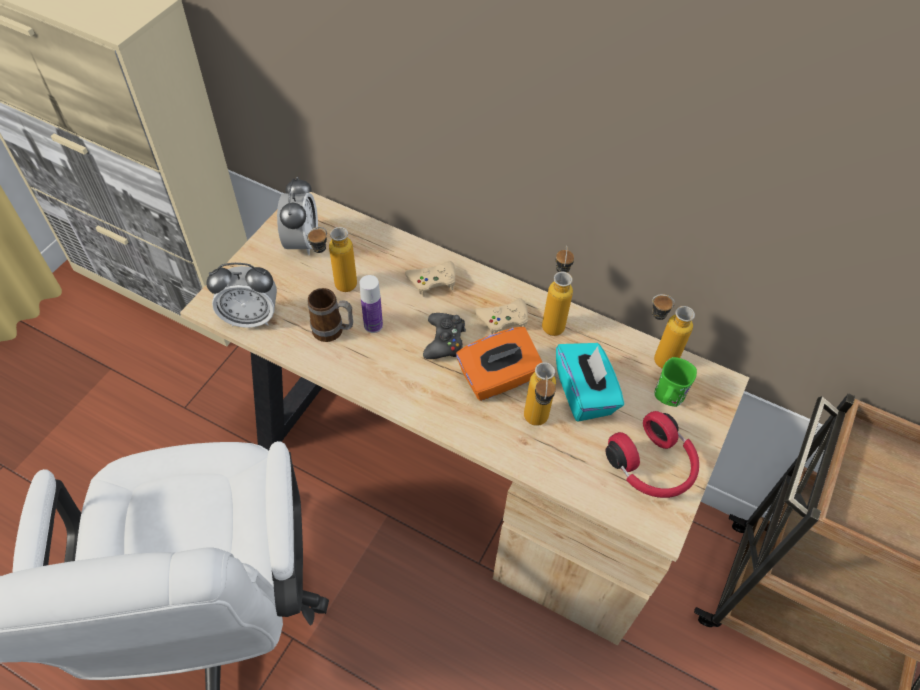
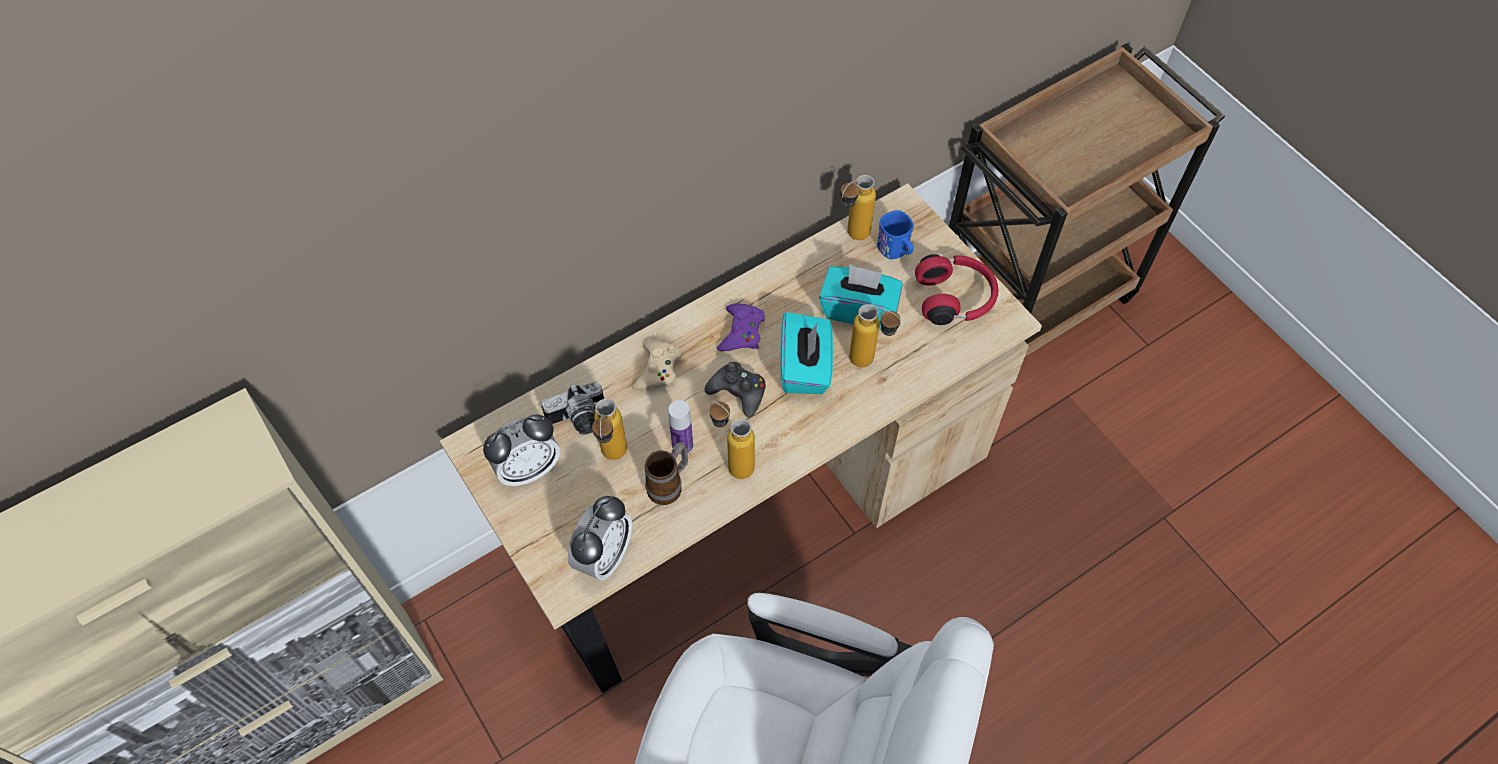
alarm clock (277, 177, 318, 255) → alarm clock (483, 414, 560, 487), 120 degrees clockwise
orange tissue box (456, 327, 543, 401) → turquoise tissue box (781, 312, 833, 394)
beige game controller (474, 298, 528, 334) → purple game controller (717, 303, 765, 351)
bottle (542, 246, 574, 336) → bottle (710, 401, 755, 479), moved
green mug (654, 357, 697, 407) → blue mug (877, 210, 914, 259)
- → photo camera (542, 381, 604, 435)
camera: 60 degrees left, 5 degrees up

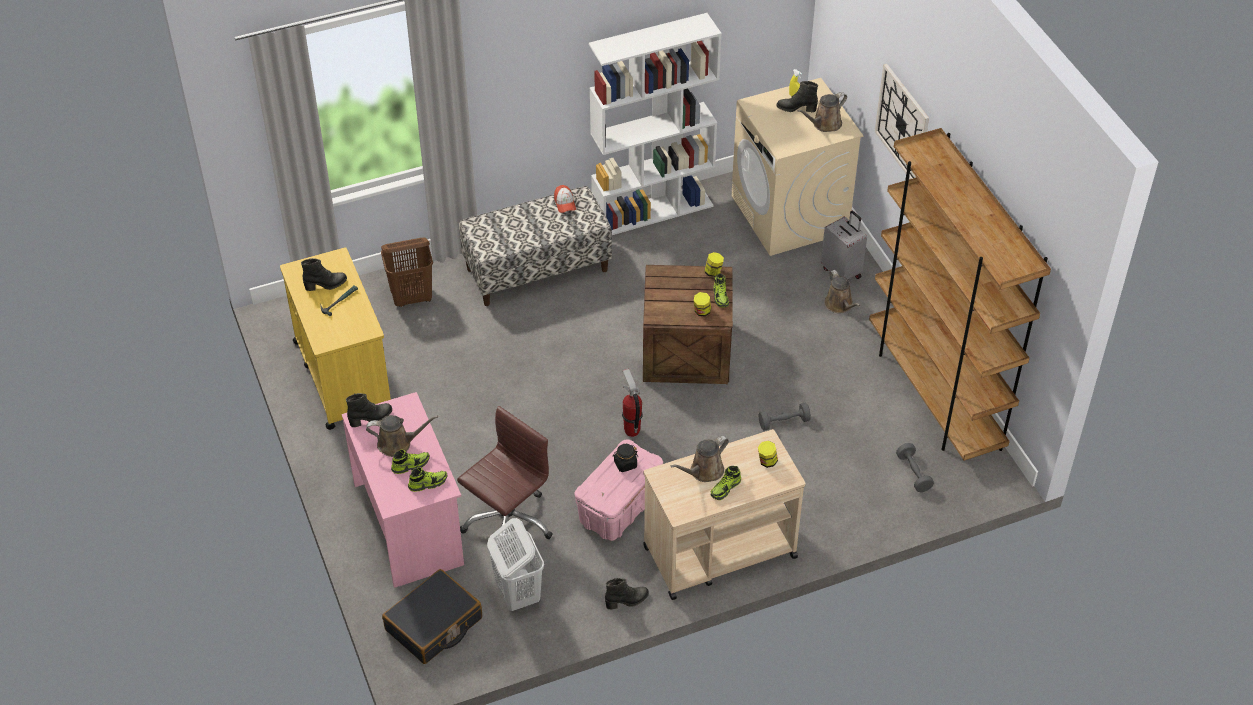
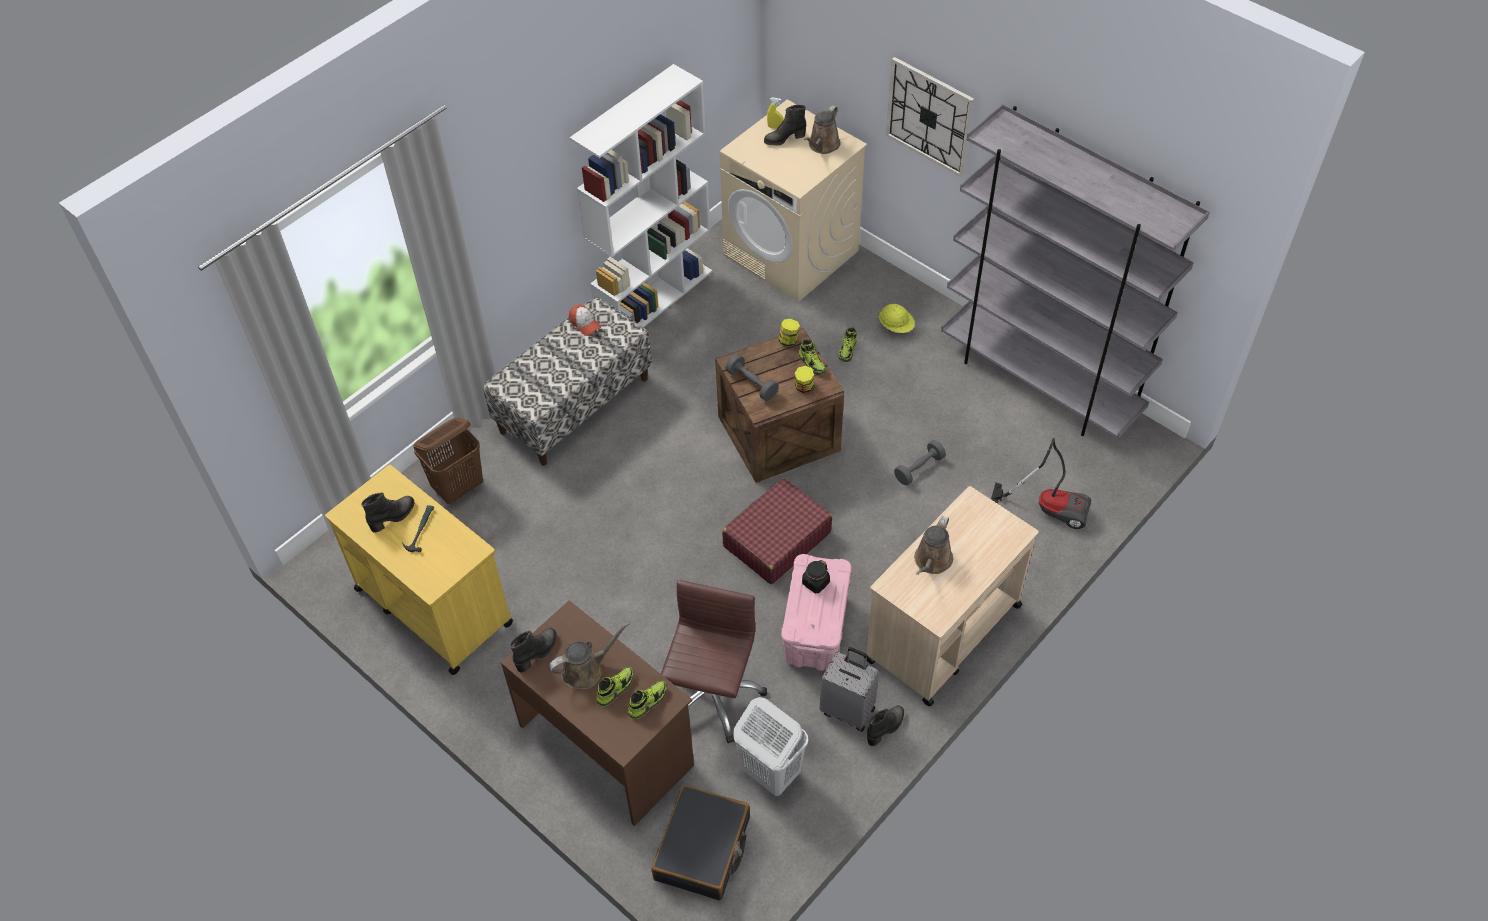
pink desk (342, 392, 464, 588) → brown desk (500, 600, 694, 826)
fire extinguisher (622, 368, 643, 437) → red suitcase (722, 478, 832, 584)
shoe (711, 466, 741, 500) → shoe (839, 327, 857, 362), moved
jar (758, 441, 778, 468) → -
grey suitcase (821, 211, 867, 280) → grey suitcase (820, 647, 879, 732), moved
brown watering can (824, 270, 860, 313) → yellow hard hat (879, 304, 915, 333)
brown bookcase (869, 128, 1051, 461) → grey bookcase (941, 104, 1210, 439)
grey dumbbell (896, 443, 934, 492) → grey dumbbell (726, 354, 779, 401), moved
- → vacuum cleaner (991, 438, 1091, 529)
camera: 25 degrees left, 5 degrees up

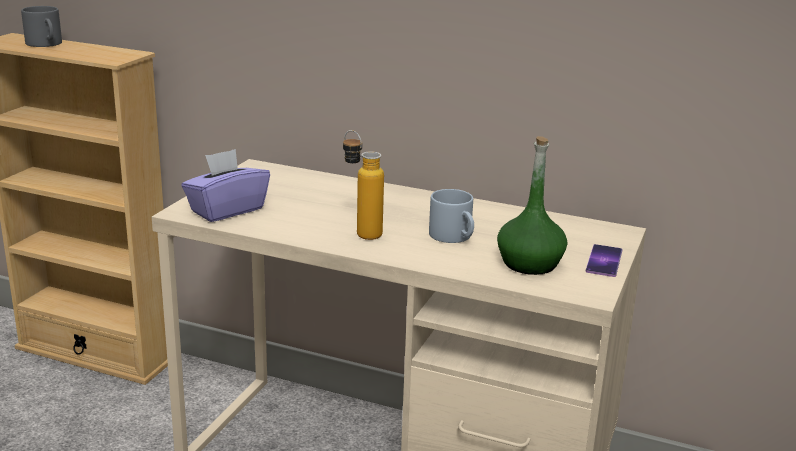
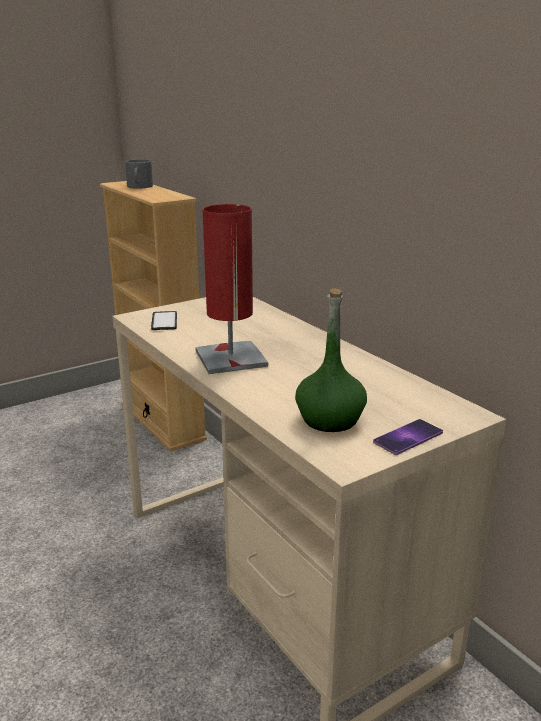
purple tissue box (182, 149, 270, 222) → phone (151, 311, 177, 330)
bottle (343, 130, 384, 240) → red table lamp (195, 204, 268, 374)
grey mug (429, 189, 474, 243) → -
camera: 35 degrees right, 0 degrees up

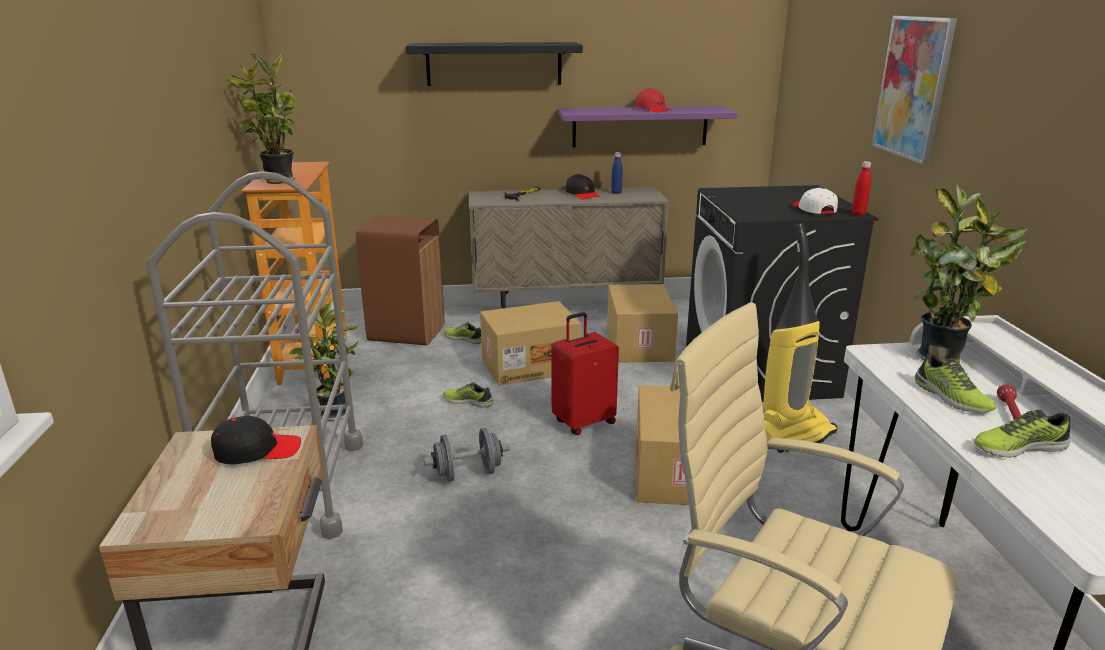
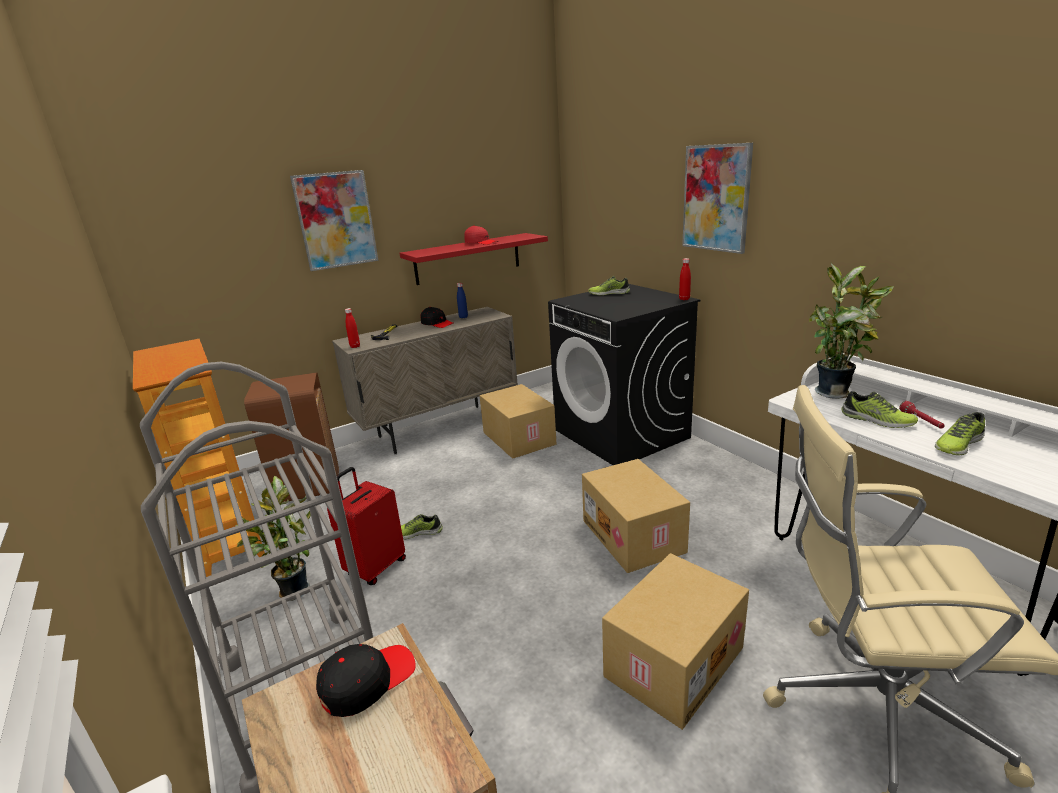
potted plant (227, 54, 297, 184) → -
black shelf (406, 42, 583, 86) → picture (290, 170, 379, 271)
grey dumbbell (424, 428, 509, 482) → -
shoe (444, 322, 481, 344) → shoe (588, 276, 630, 296), moved
cardboard box (480, 301, 581, 386) → cardboard box (602, 553, 749, 730), moved
red suitcase (552, 312, 619, 435) → red suitcase (327, 467, 406, 585), moved
purple shelf (558, 106, 738, 148) → red shelf (400, 233, 548, 285)
vacuum cleaner (763, 223, 837, 453) → -
white cap (792, 188, 838, 214) → -
- → red bottle (345, 308, 360, 348)
camera: 25 degrees left, 0 degrees up

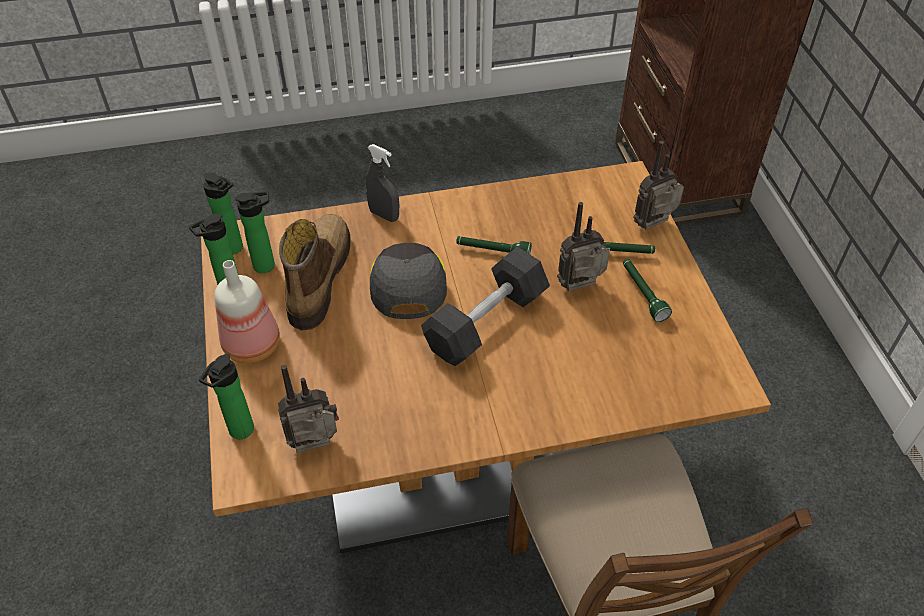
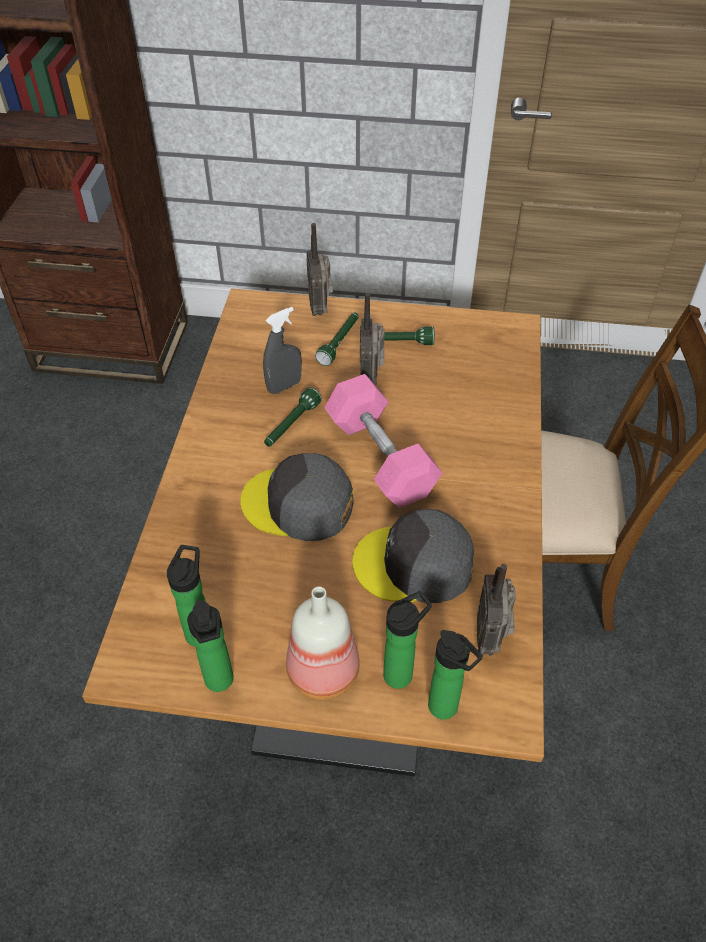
bottle (203, 173, 243, 255) → bottle (383, 591, 432, 689), moved
boot (279, 214, 351, 330) → -
grey spray bottle (366, 144, 399, 222) → grey spray bottle (263, 307, 302, 394), moved
grey dumbbell (421, 246, 550, 366) → pink dumbbell (324, 374, 443, 508)
- → grey cap (352, 509, 474, 603)
camera: 70 degrees left, 0 degrees up

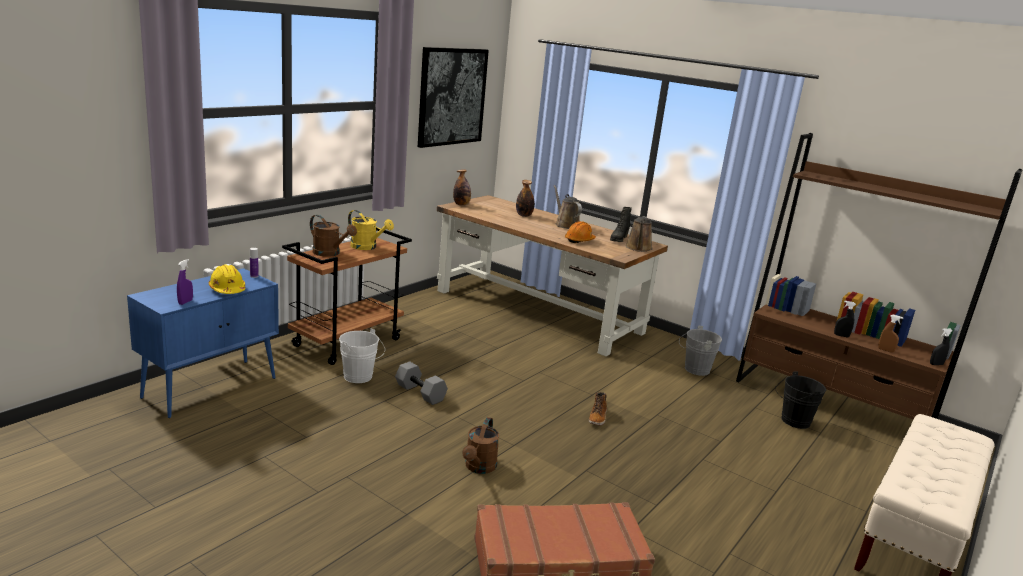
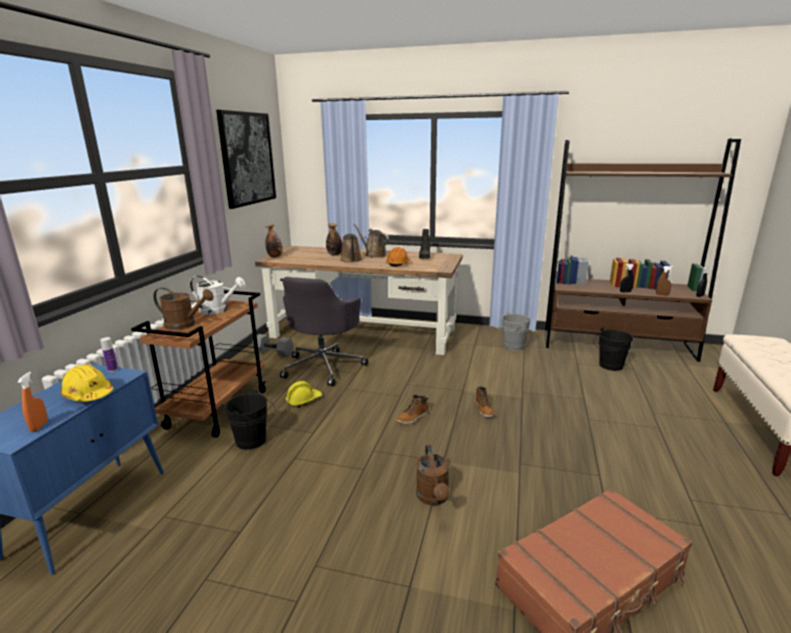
purple spray bottle (177, 259, 193, 305) → orange spray bottle (18, 372, 48, 432)
white bucket (339, 328, 385, 383) → black bucket (225, 389, 276, 450)
yellow watering can (348, 210, 394, 250) → white watering can (190, 276, 245, 315)
grey dumbbell (395, 361, 448, 405) → grey dumbbell (252, 334, 294, 357), moved
brown watering can (625, 216, 653, 252) → brown watering can (340, 234, 363, 263), moved
- → grey office chair (280, 277, 368, 386)
- → yellow hard hat (286, 381, 322, 408)
- → boot (396, 395, 429, 424)
camera: 20 degrees left, 0 degrees up

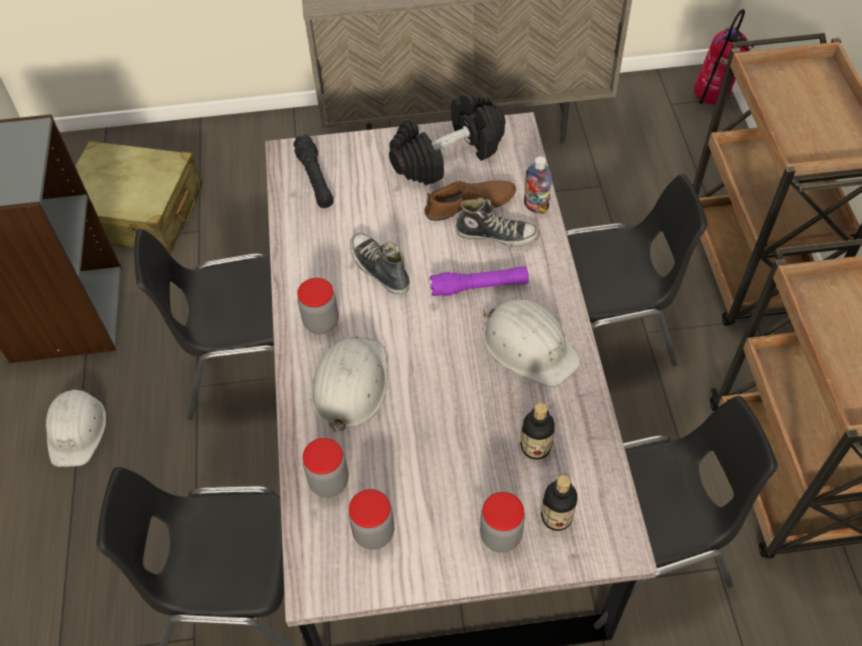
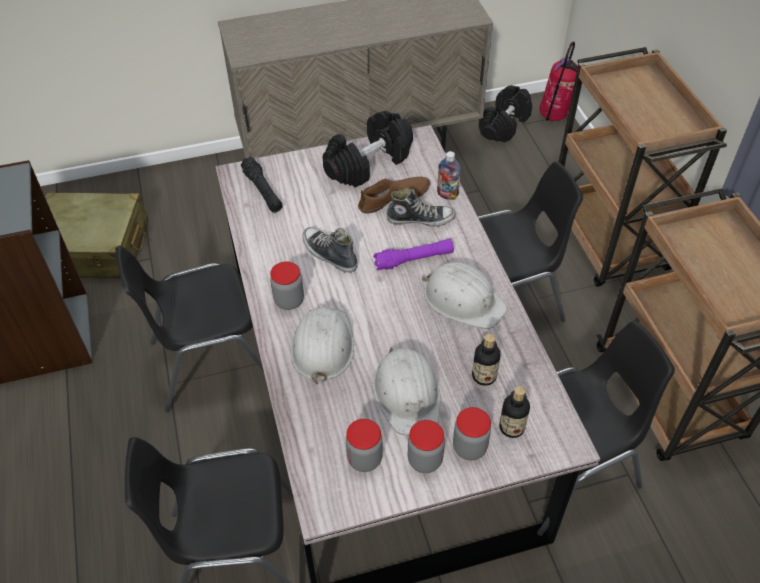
white hard hat (46, 386, 106, 467) → white hard hat (372, 347, 440, 435), moved
jar (303, 438, 348, 498) → jar (408, 420, 445, 473), moved
- → black dumbbell (479, 85, 532, 143)
camera: 10 degrees left, 5 degrees down

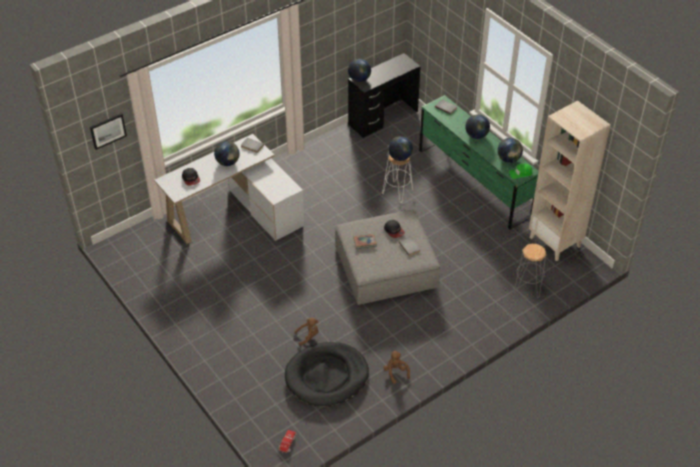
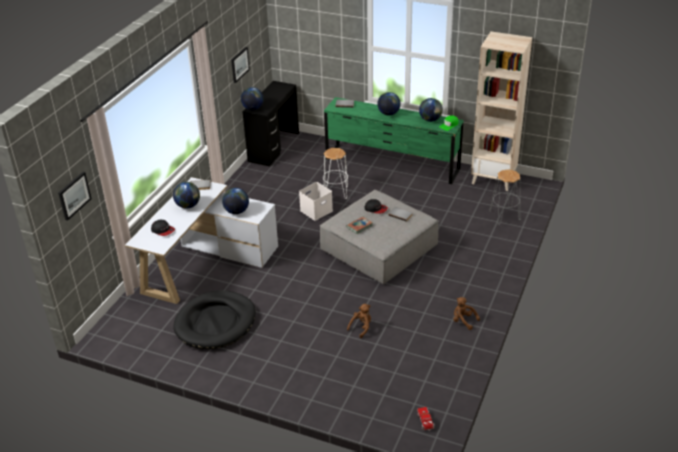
black dog bed (285, 342, 369, 407) → black dog bed (173, 290, 256, 349), moved
globe (388, 136, 413, 161) → globe (222, 188, 249, 214), moved
- → picture (231, 47, 250, 83)
- → white storage box (299, 182, 333, 221)
camera: 30 degrees left, 10 degrees down

